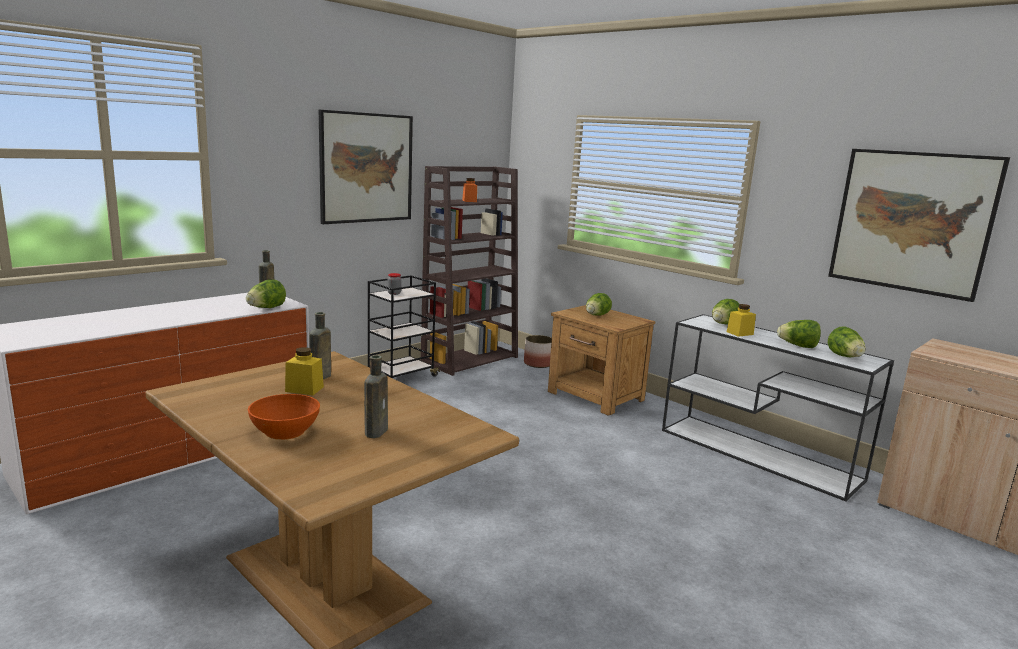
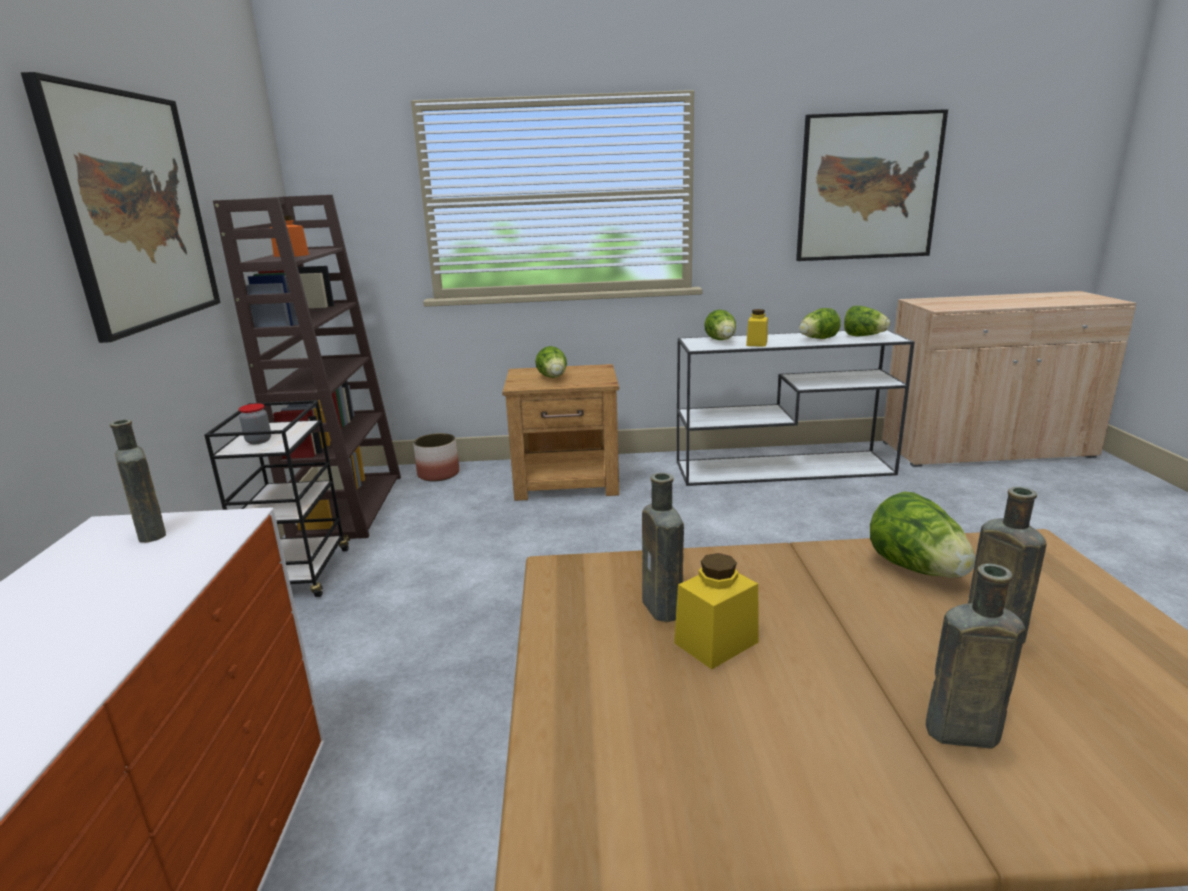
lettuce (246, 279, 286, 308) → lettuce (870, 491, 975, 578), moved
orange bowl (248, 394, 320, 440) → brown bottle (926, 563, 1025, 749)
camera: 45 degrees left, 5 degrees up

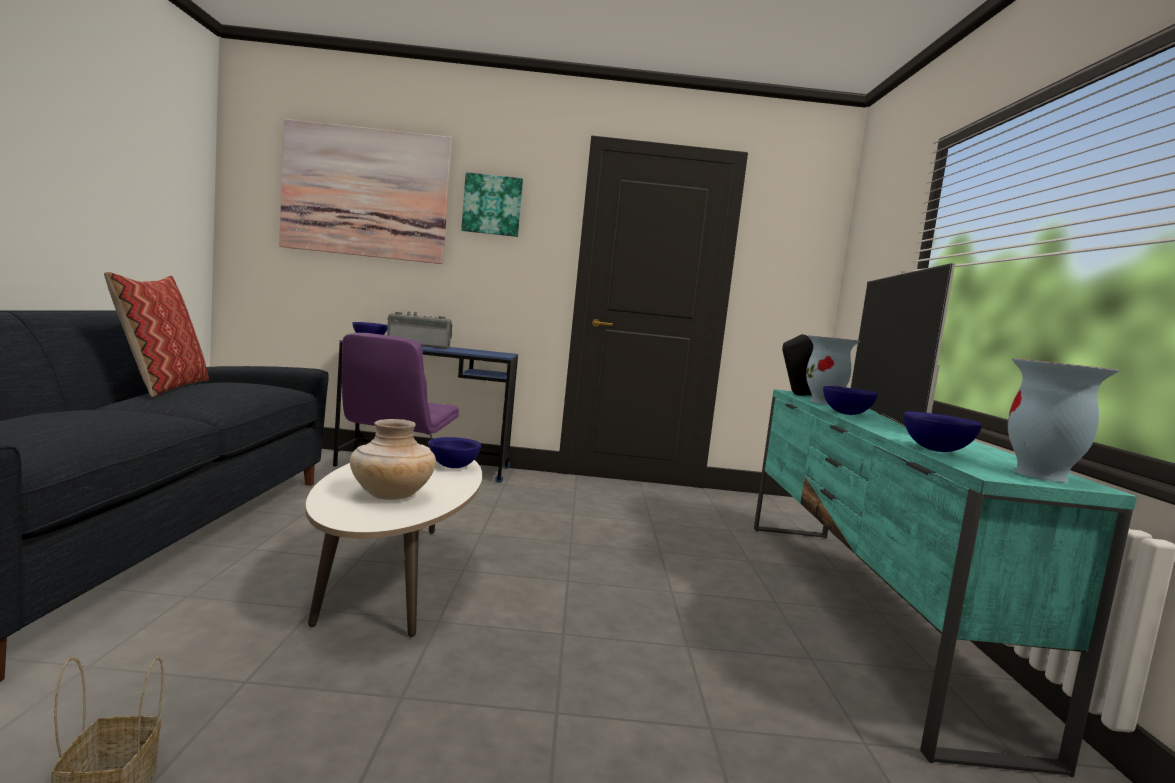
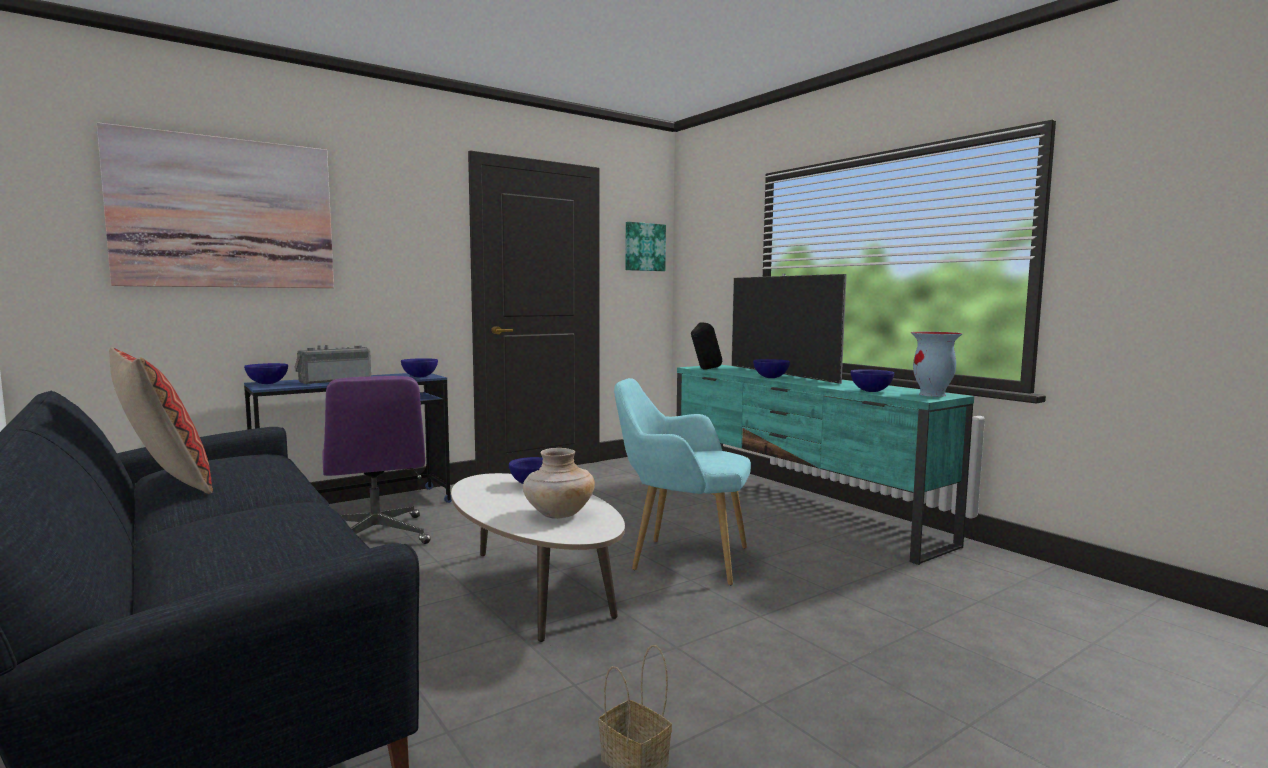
picture (461, 172, 523, 237) → picture (625, 222, 666, 271), moved
vase (806, 335, 860, 405) → -
- → blue bowl (401, 358, 438, 377)
- → turquoise armchair (614, 378, 751, 585)
camera: 35 degrees left, 0 degrees up

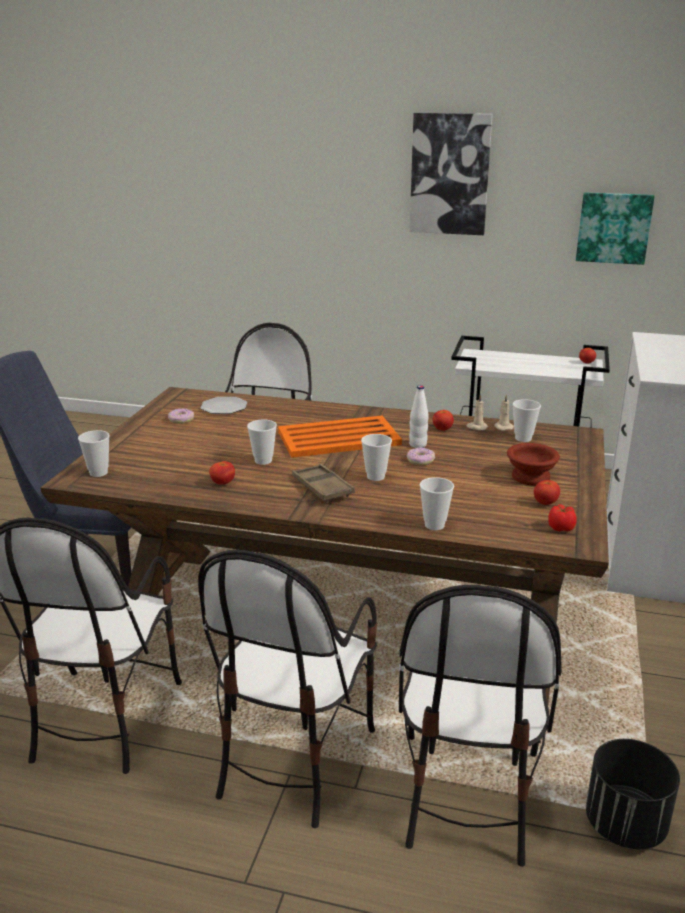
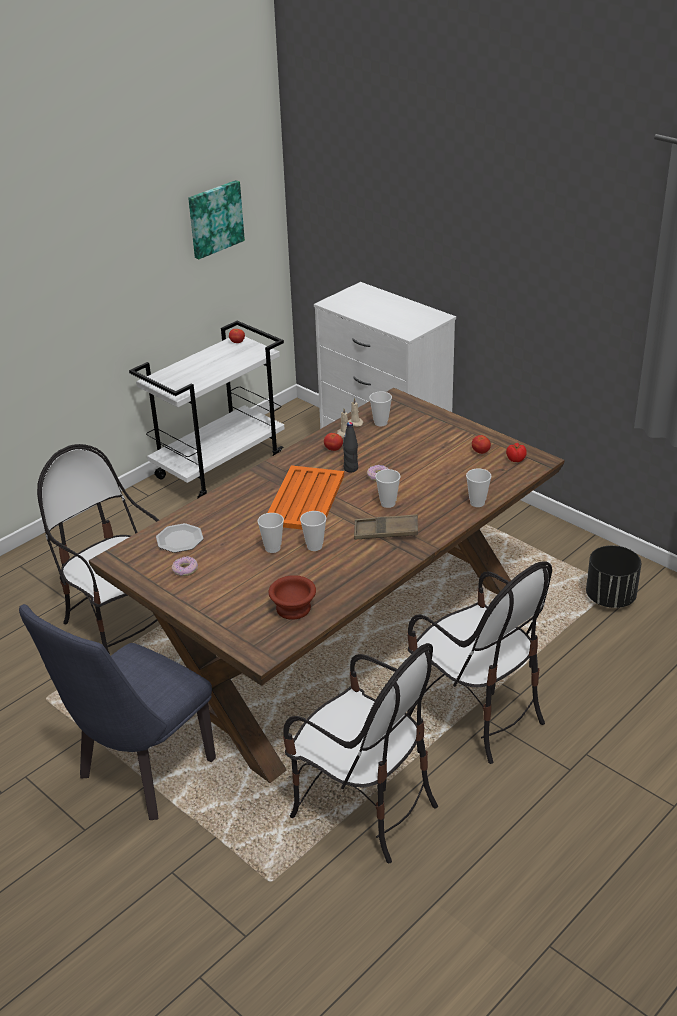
cup (78, 430, 110, 477) → cup (257, 513, 284, 553), moved
tomato (209, 461, 235, 485) → -
chair (399, 585, 562, 867) → -
white bottle (409, 385, 429, 448) → black bottle (343, 422, 358, 472)
picture (410, 113, 493, 235) → -
brown bowl (507, 443, 560, 485) → brown bowl (269, 575, 316, 620), moved
camera: 60 degrees left, 10 degrees up

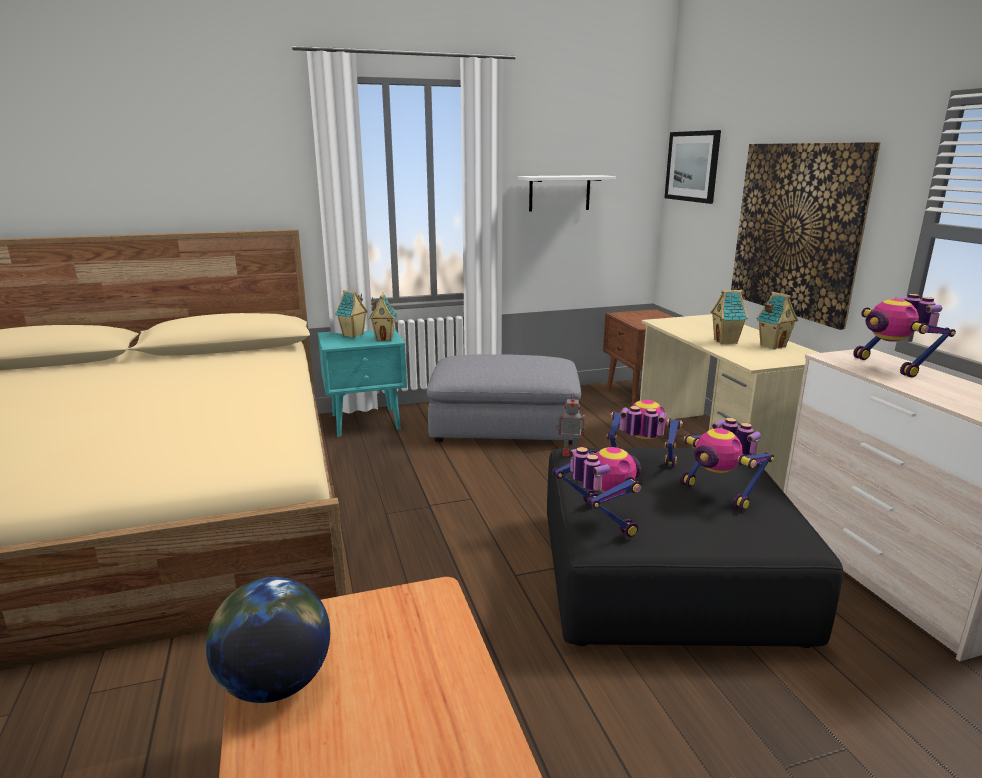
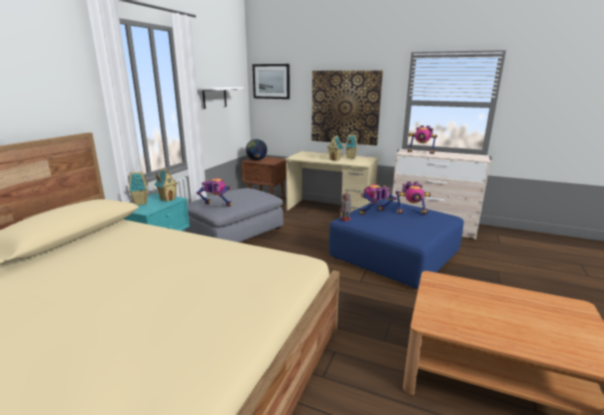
globe (206, 577, 330, 703) → globe (246, 139, 267, 161), moved
black ottoman (547, 448, 843, 648) → blue ottoman (329, 199, 464, 289)
toy robot (552, 447, 641, 537) → toy robot (196, 178, 232, 206), moved
camera: 50 degrees left, 0 degrees up

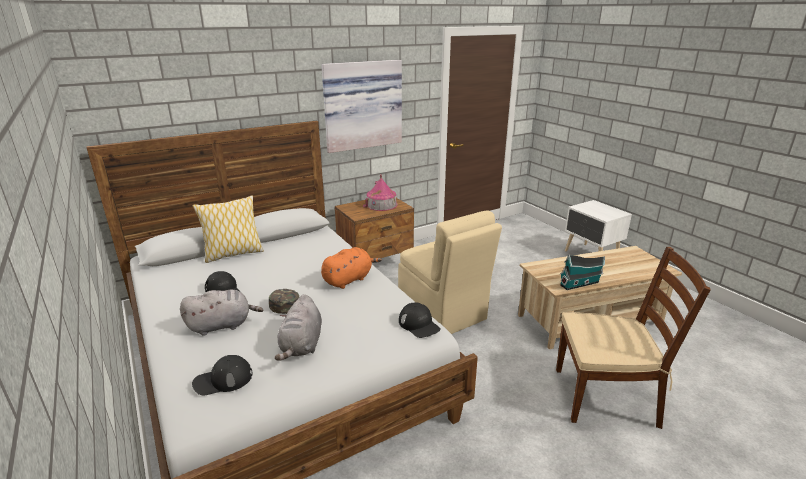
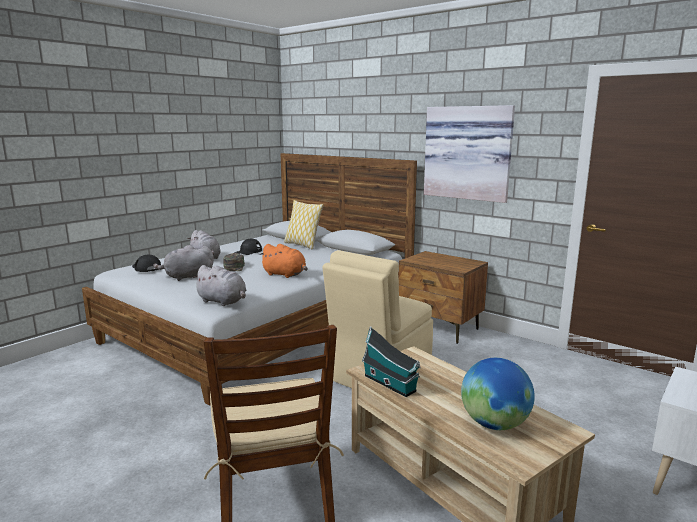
toy house (363, 174, 397, 211) → -
black cap (399, 303, 441, 338) → grey plush toy (193, 265, 246, 306)
- → globe (461, 358, 535, 430)
camera: 70 degrees right, 10 degrees down

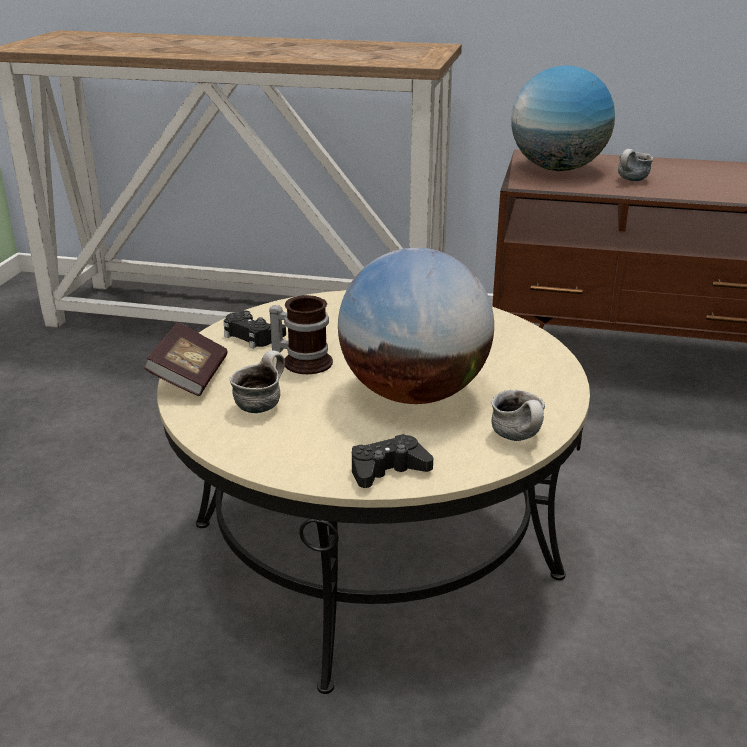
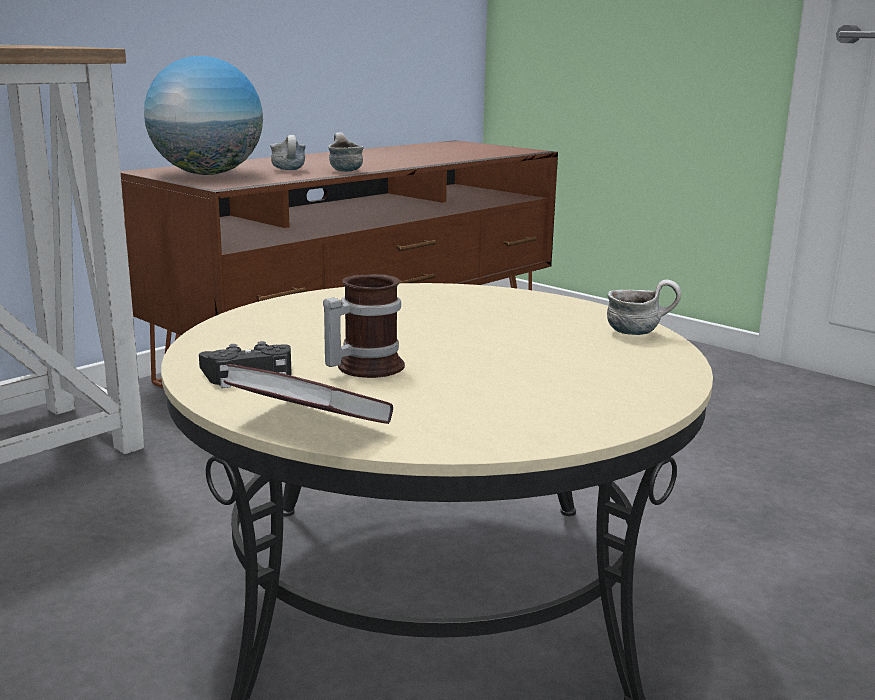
mug (230, 350, 285, 413) → mug (328, 132, 364, 172), moved
globe (338, 248, 494, 404) → -
black game controller (352, 434, 433, 488) → -
camera: 60 degrees left, 10 degrees down

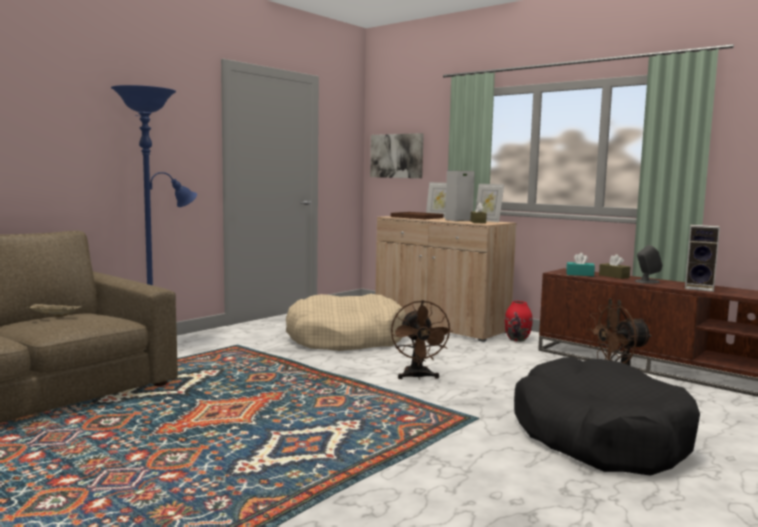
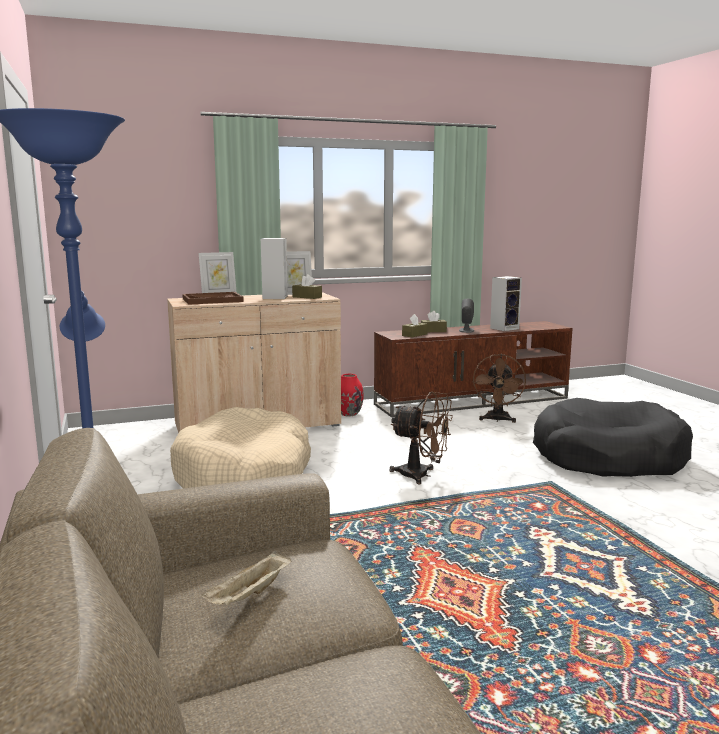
picture (370, 133, 424, 178) → -
turquoise tissue box (566, 253, 595, 276) → brown tissue box (402, 314, 428, 337)
camera: 60 degrees left, 5 degrees up

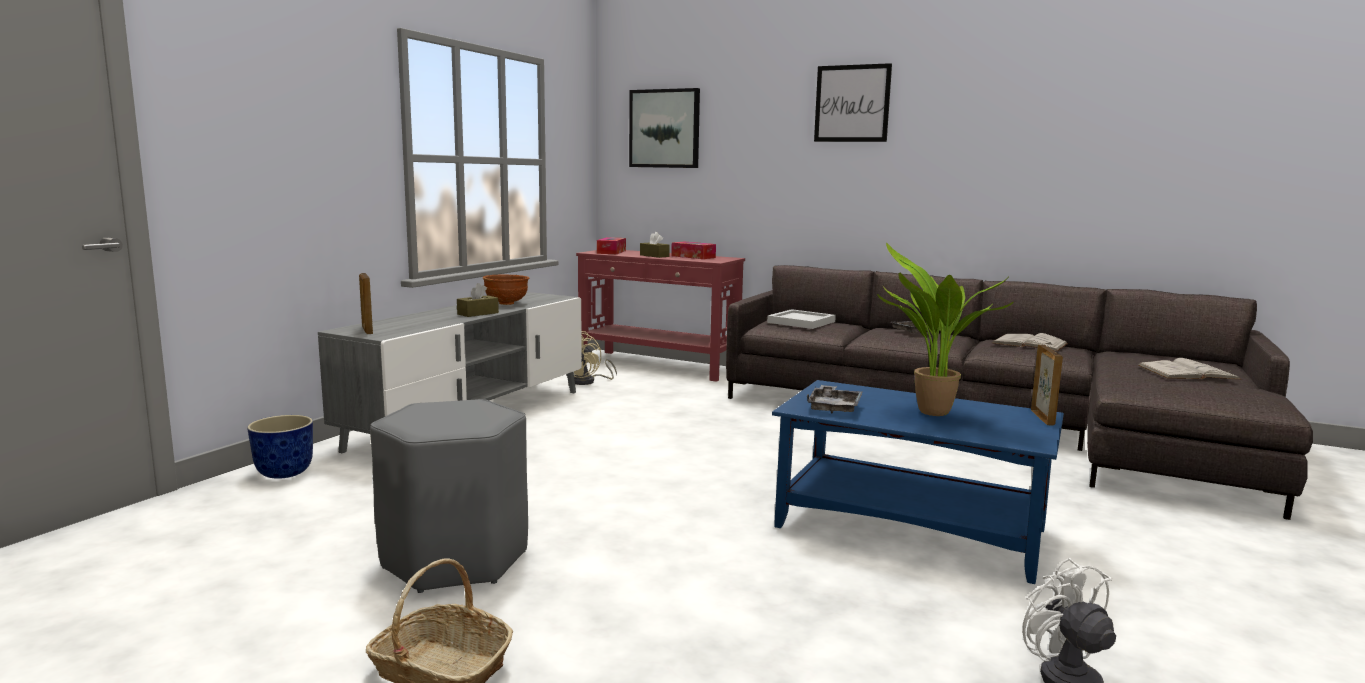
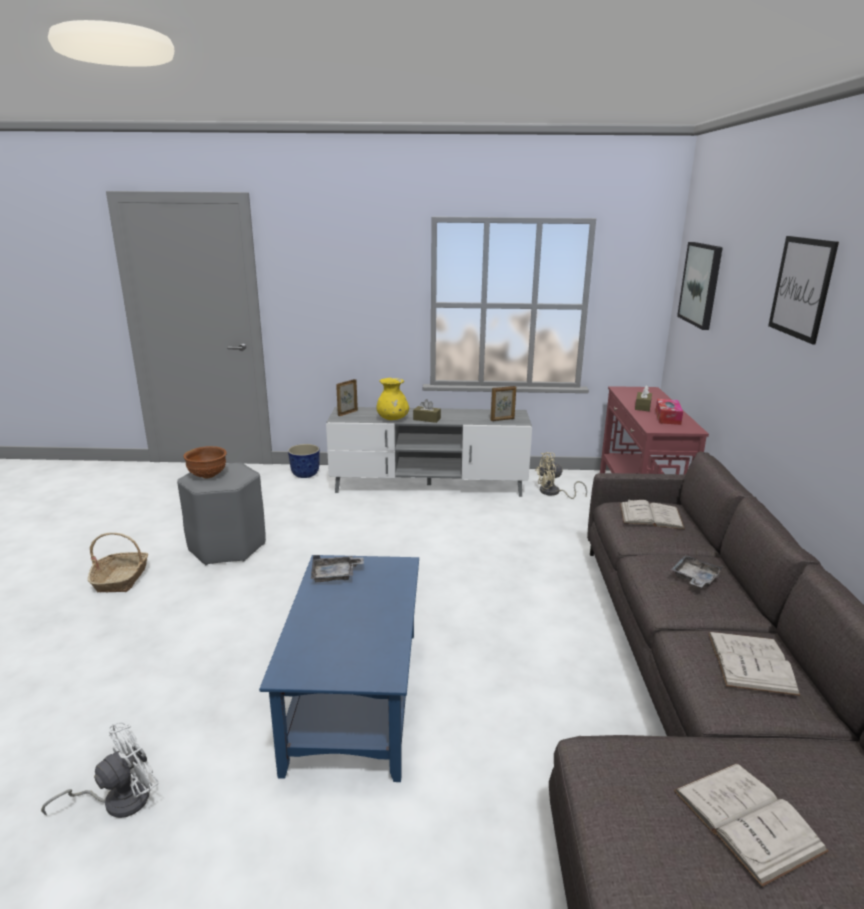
brown bowl (483, 275, 529, 305) → brown bowl (183, 446, 227, 478), moved
tissue box (597, 237, 626, 254) → -
white tray (767, 309, 836, 329) → white book (620, 499, 685, 529)
potted plant (877, 243, 1014, 416) → -
picture frame (1031, 345, 1063, 426) → picture frame (490, 386, 516, 421), moved
- → yellow vase (377, 378, 409, 420)
camera: 65 degrees right, 10 degrees up

